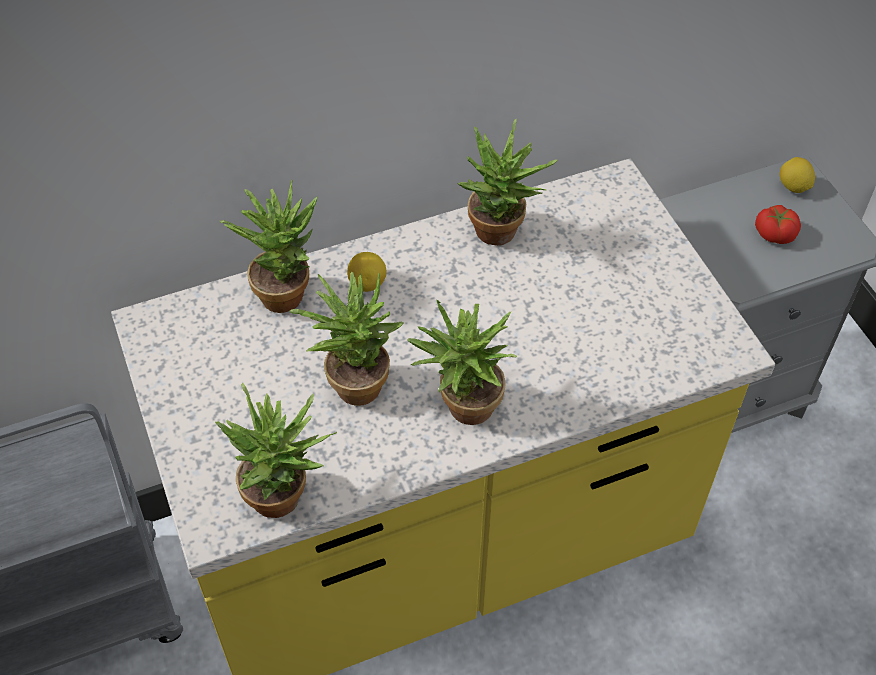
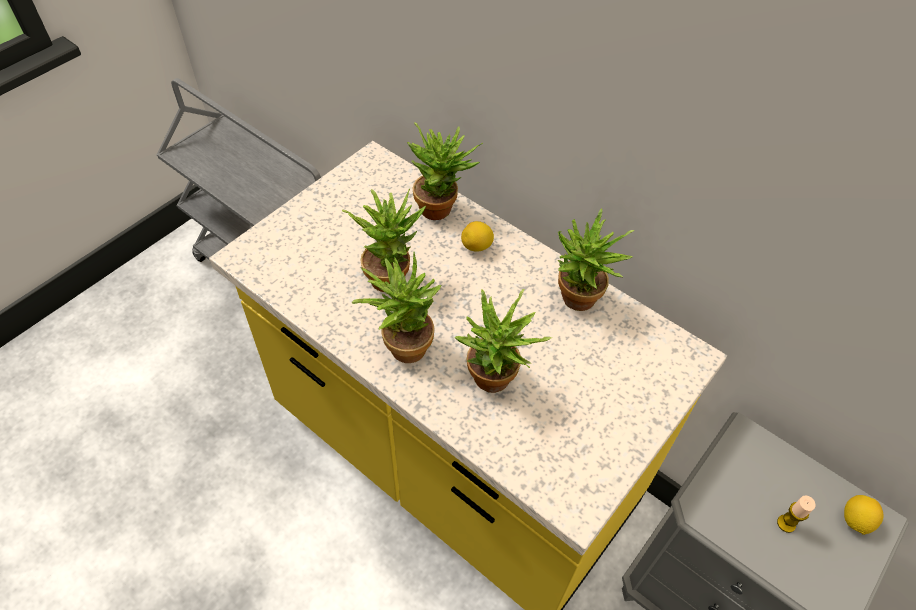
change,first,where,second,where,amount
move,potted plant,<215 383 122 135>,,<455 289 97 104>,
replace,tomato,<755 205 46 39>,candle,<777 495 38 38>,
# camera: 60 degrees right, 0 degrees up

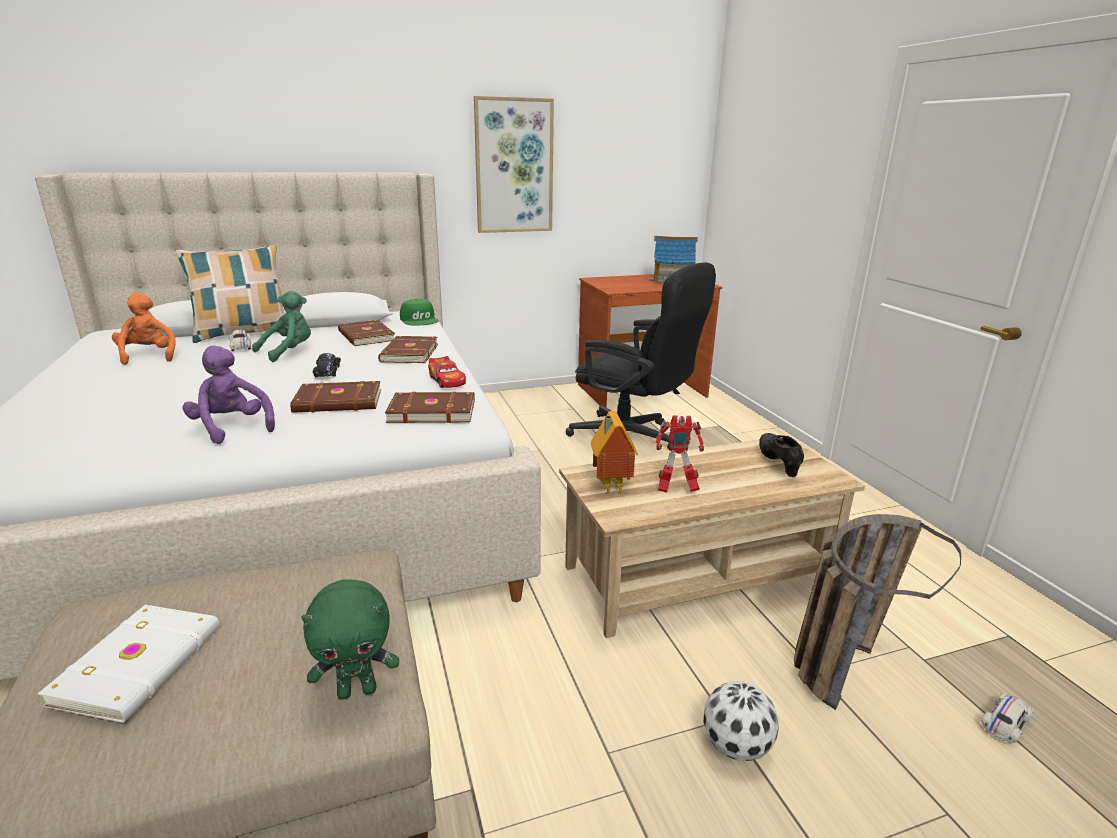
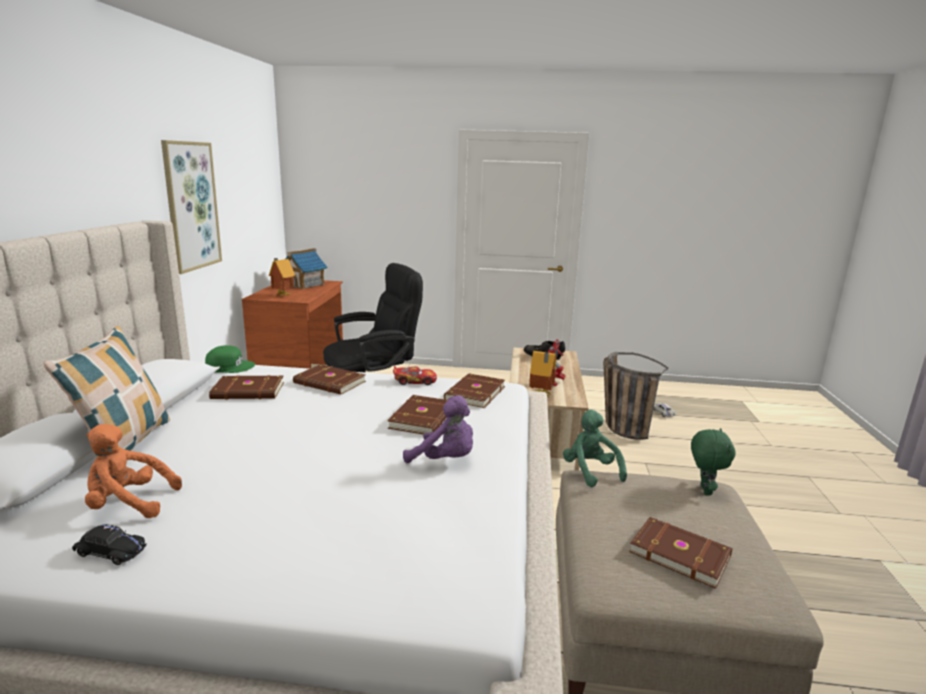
change,first,where,second,where,amount
delete,white toy car,<229 330 22 21>,,,
delete,football,<703 681 76 80>,,,
insert,,,toy house,<269 258 26 39>,
move,green plush toy,<252 291 59 71>,,<563 410 64 77>,
move,black toy car,<313 353 28 24>,,<72 524 75 41>,
recolor,white book,<38 605 181 118>,brown book,<629 517 104 72>,
rotate,purple plush toy,<183 346 92 98>,,<403 395 70 68>,135 degrees counterclockwise
# camera: 65 degrees left, 5 degrees down

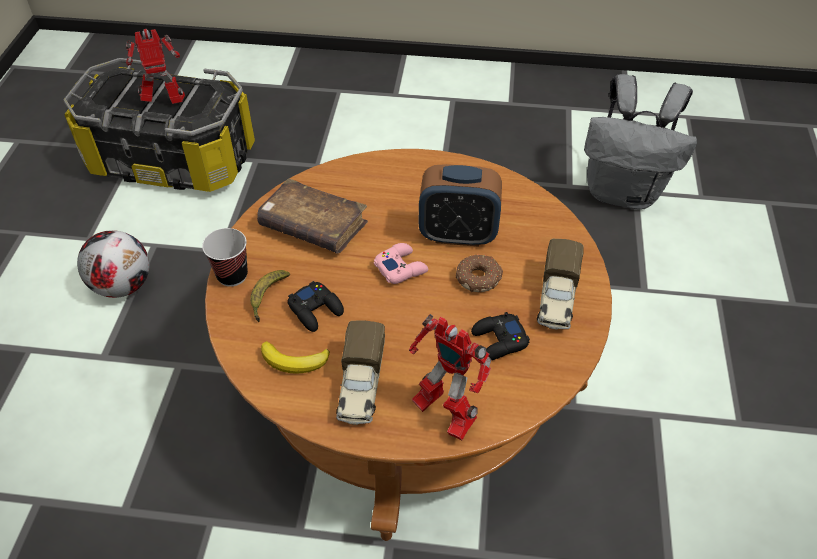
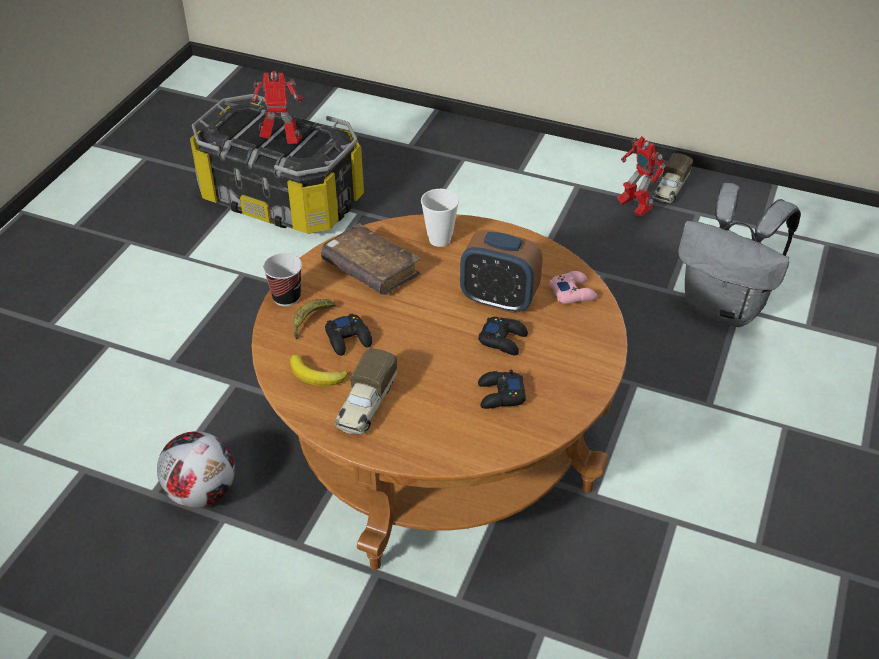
change,first,where,second,where,amount
insert,,,cup,<421 189 38 58>,
move,football,<77 230 73 68>,,<157 431 78 77>,
move,pink game controller,<374 243 54 41>,,<549 271 48 33>,
move,toy robot,<409 314 82 126>,,<617 136 48 81>,
move,toy truck,<537 239 46 91>,,<652 153 41 50>,
replace,donut,<456 254 47 38>,black game controller,<478 317 50 38>,
# camera: 15 degrees right, 5 degrees down

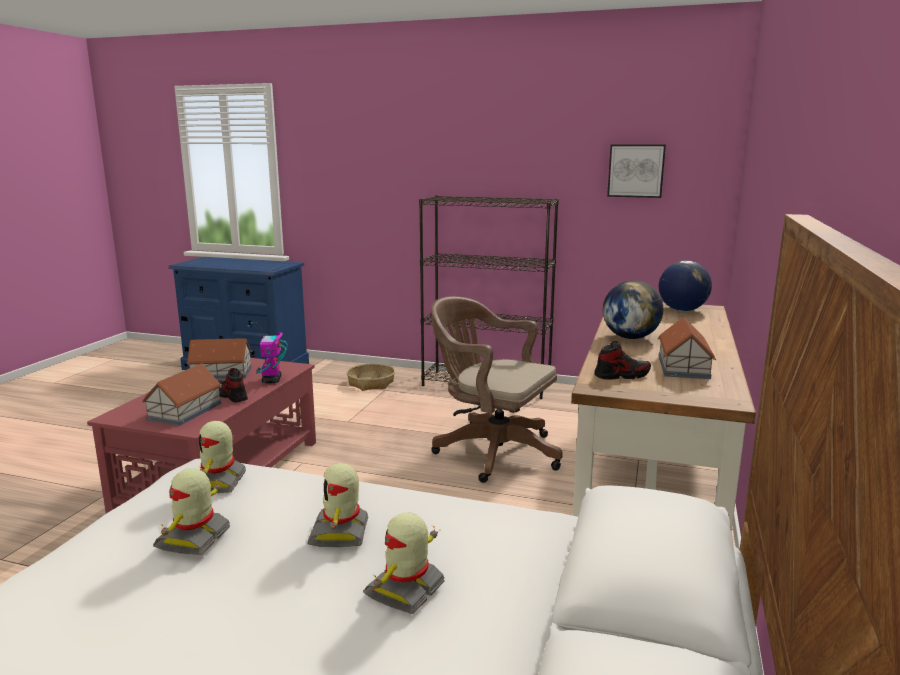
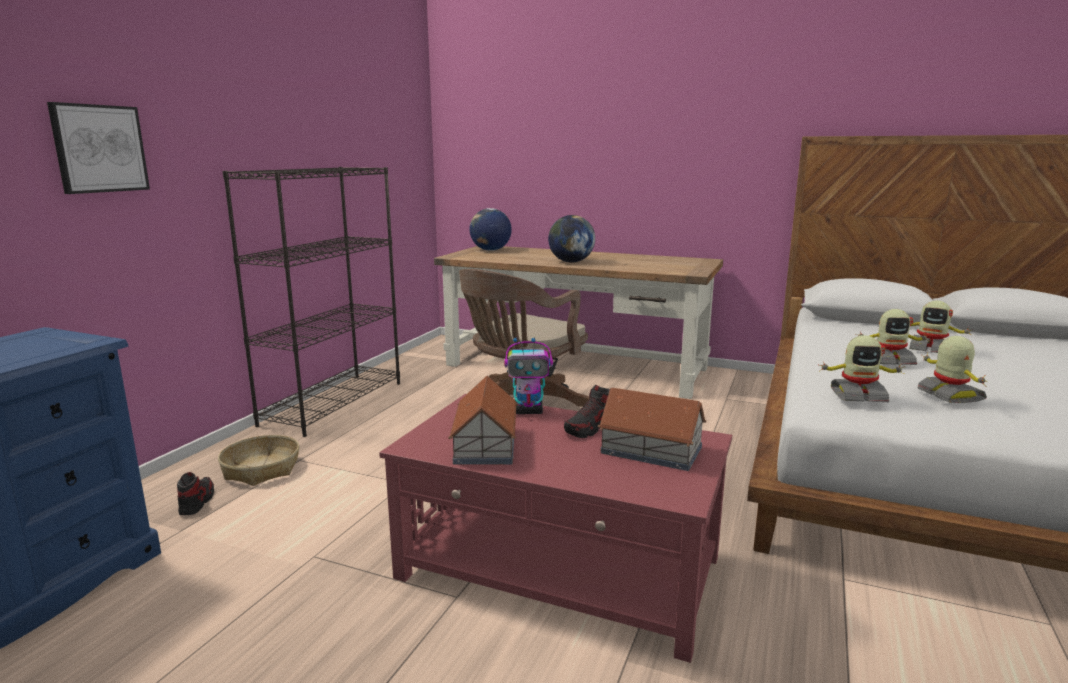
change,first,where,second,where,amount
delete,toy house,<658 317 58 62>,,,
move,shoe,<594 341 57 39>,,<177 472 37 43>,
move,picture,<607 144 59 54>,,<47 102 103 92>,
rotate,toy robot,<153 468 77 87>,,<917 336 71 67>,120 degrees counterclockwise
# camera: 85 degrees left, 0 degrees up

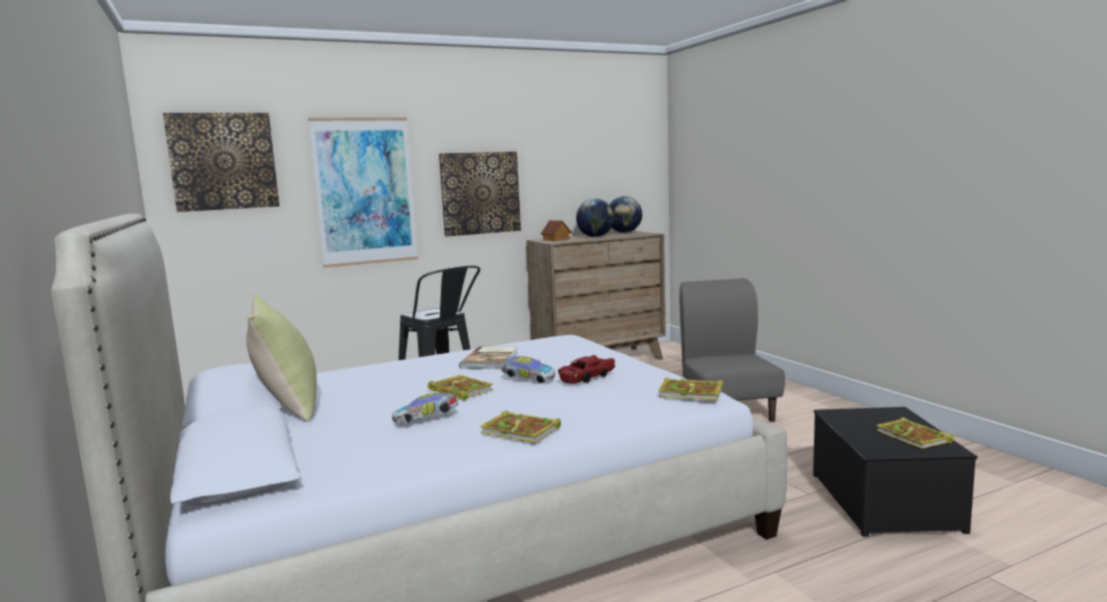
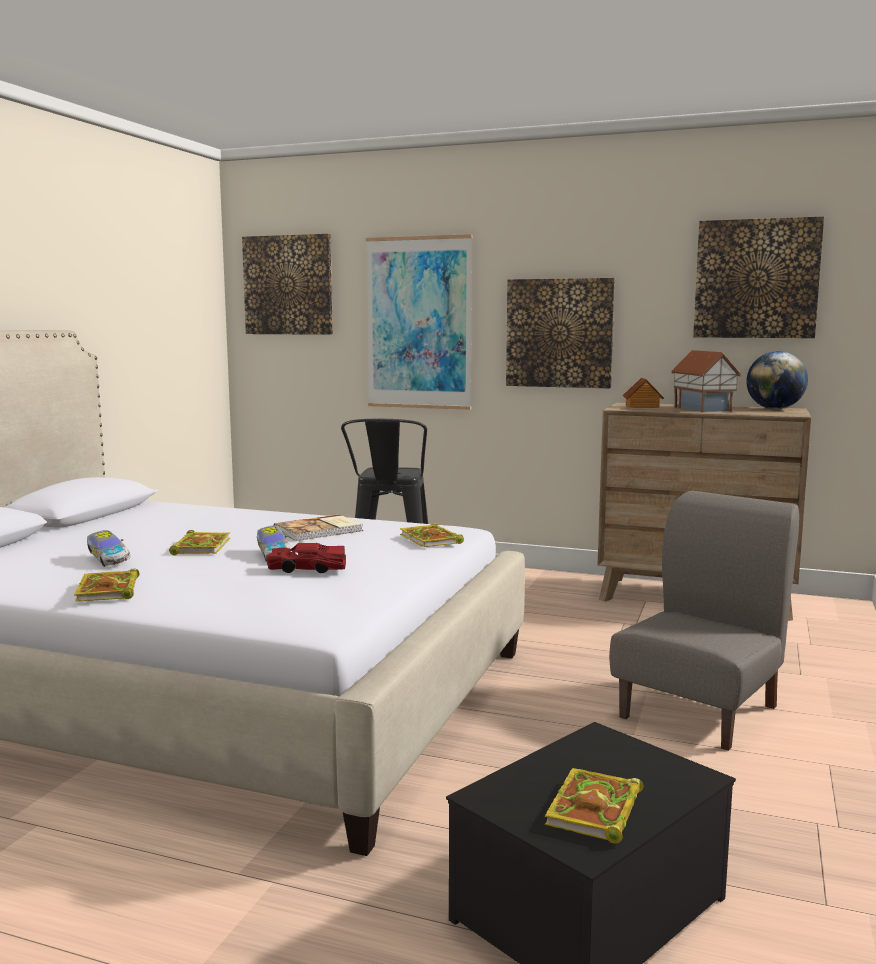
change,first,where,second,where,amount
delete,yellow pillow,<246 294 71 127>,,,
insert,,,picture,<693 216 131 122>,
move,book,<658 377 65 23>,,<400 523 64 24>,
replace,globe,<576 199 38 38>,toy house,<671 350 70 63>,
rotate,toy car,<392 393 67 30>,,<87 530 43 37>,150 degrees counterclockwise
# camera: 45 degrees right, 0 degrees up

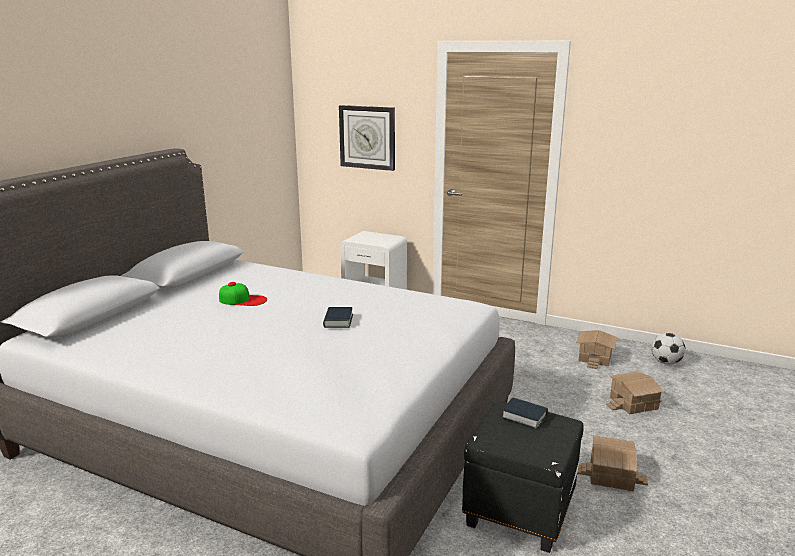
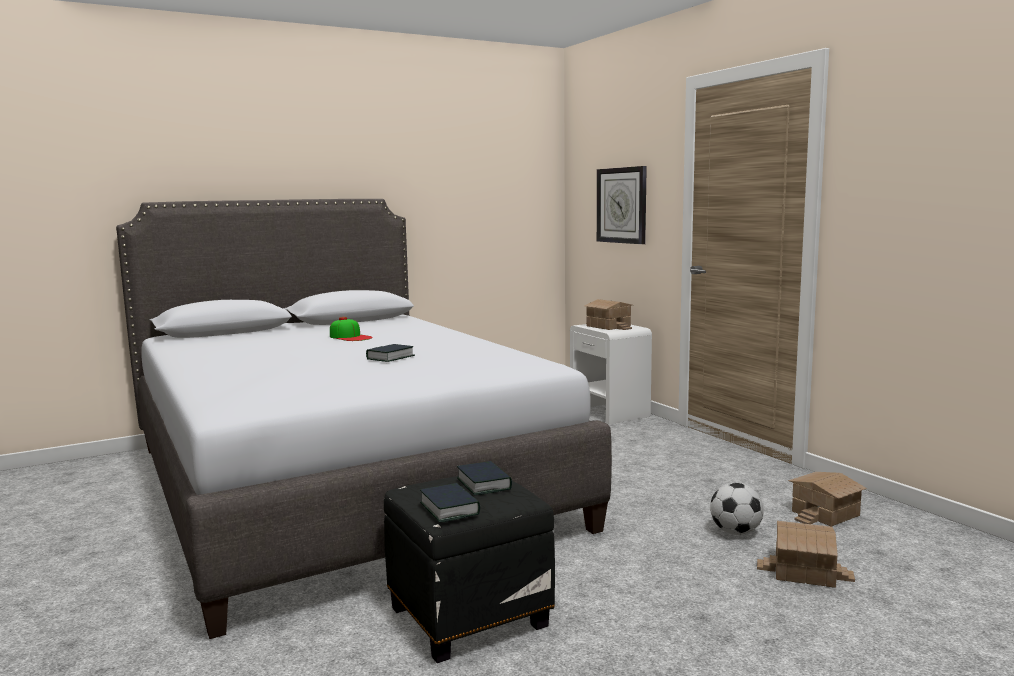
change,first,where,second,where,amount
insert,,,book,<420 483 60 39>,
move,toy house,<577 435 71 56>,,<584 299 48 31>,
move,football,<651 333 35 32>,,<710 483 54 52>,
# camera: 35 degrees right, 10 degrees down

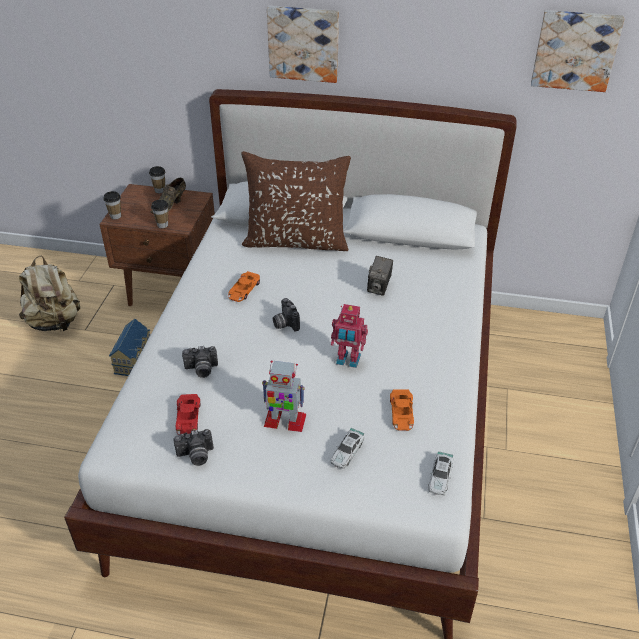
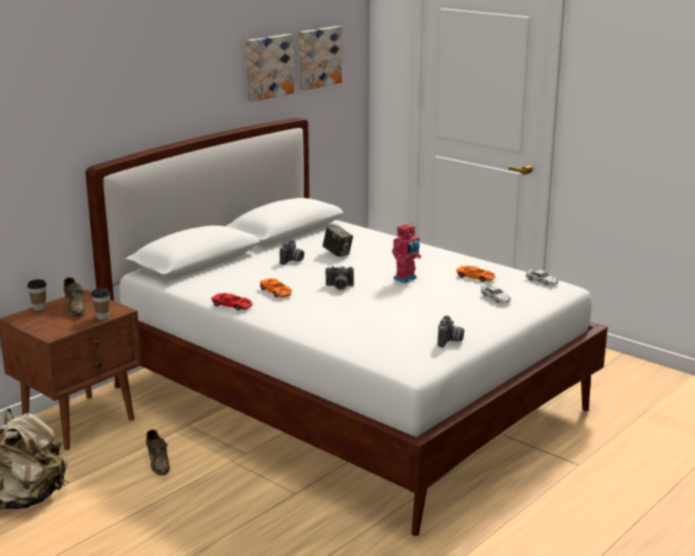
change,first,where,second,where,amount
delete,cup,<103 191 18 29>,,,
delete,brown pillow,<241 151 110 100>,,,
delete,toy robot,<262 360 45 72>,,,
move,red toy car,<176 394 24 41>,,<211 293 42 17>,
move,photo camera,<182 346 36 32>,,<280 240 24 25>,
move,picture,<267 6 72 77>,,<246 34 48 67>,
replace,toy house,<109 319 41 57>,brown shoe,<146 430 24 46>,
# camera: 60 degrees left, 20 degrees down

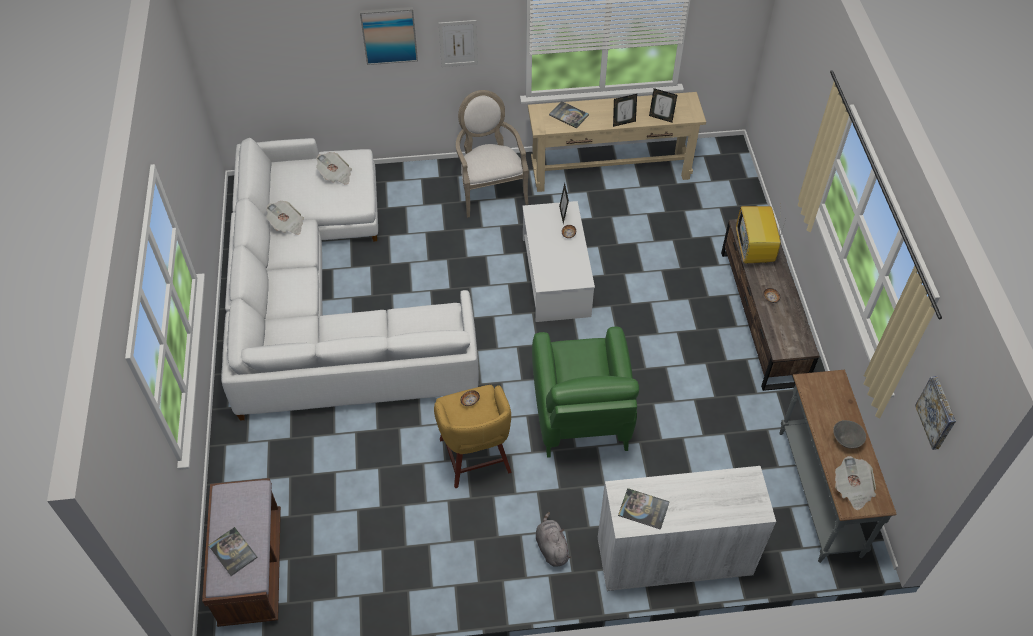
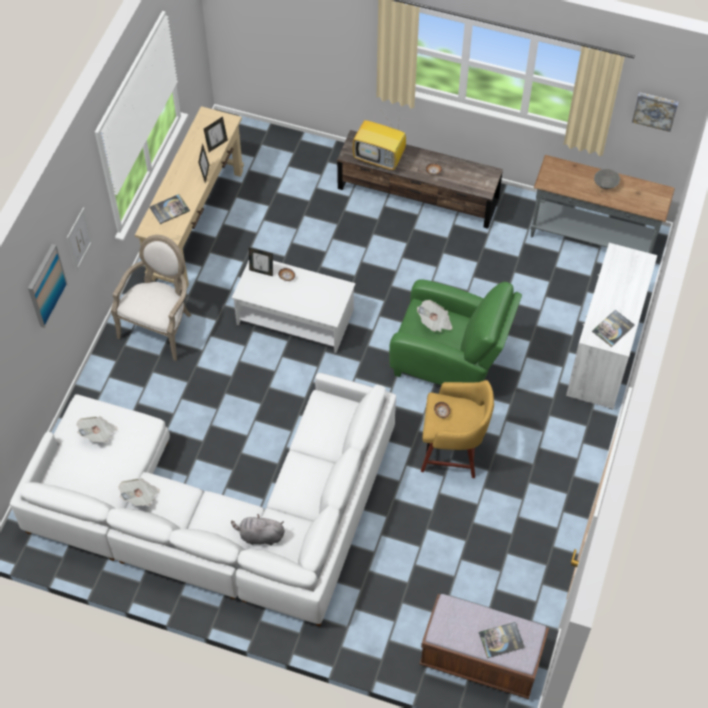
change,first,where,second,where,amount
move,grey plush toy,<536 512 35 55>,,<231 514 54 32>,
move,newspaper,<835 456 41 54>,,<417 300 35 32>,
rotate,armchair,<456 90 73 128>,,<111 235 81 126>,105 degrees clockwise
# camera: 65 degrees left, 5 degrees up

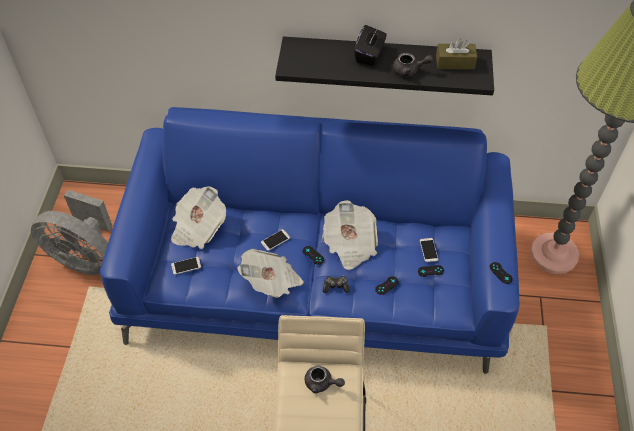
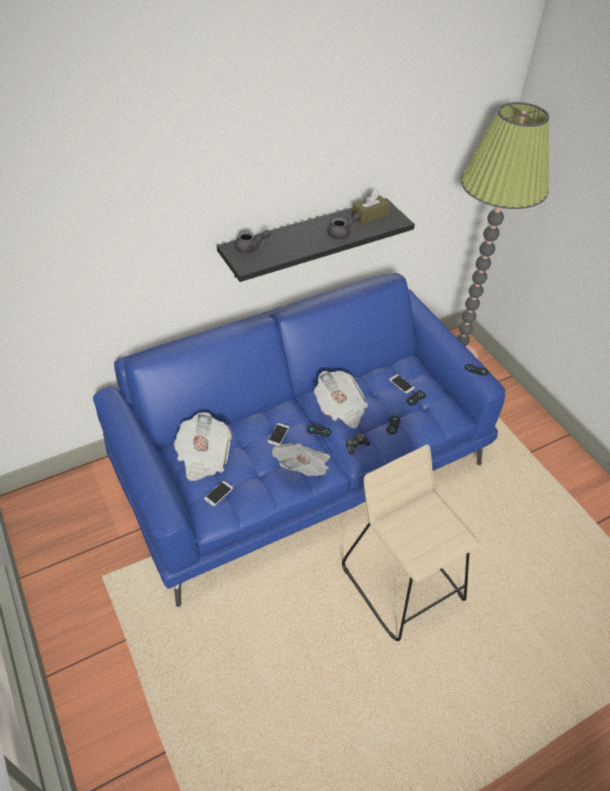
change,first,where,second,where,amount
delete,grey fan,<31 190 82 85>,,,
delete,black tissue box,<354 25 33 41>,,,
move,grey teapot,<305 366 40 27>,,<235 230 36 23>,
# camera: 35 degrees left, 5 degrees down

